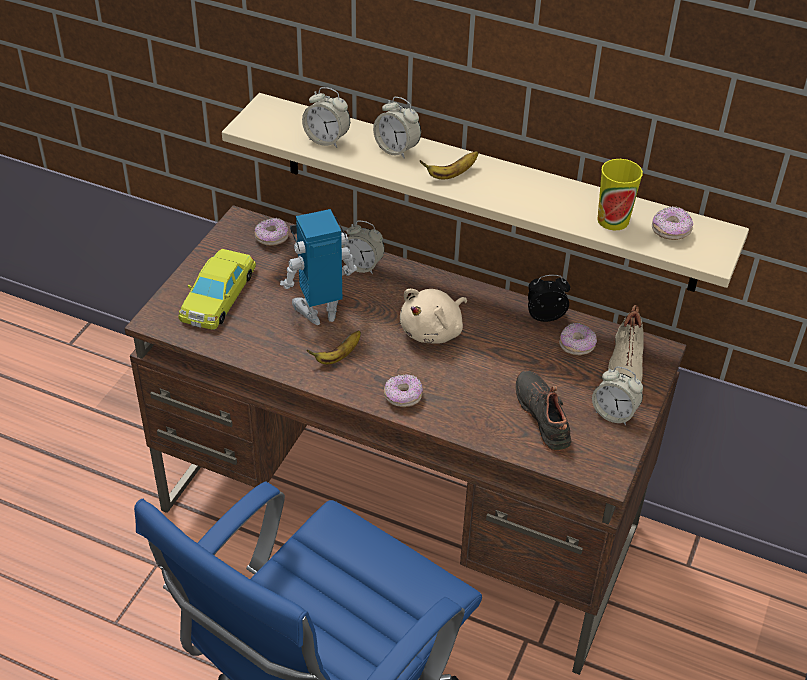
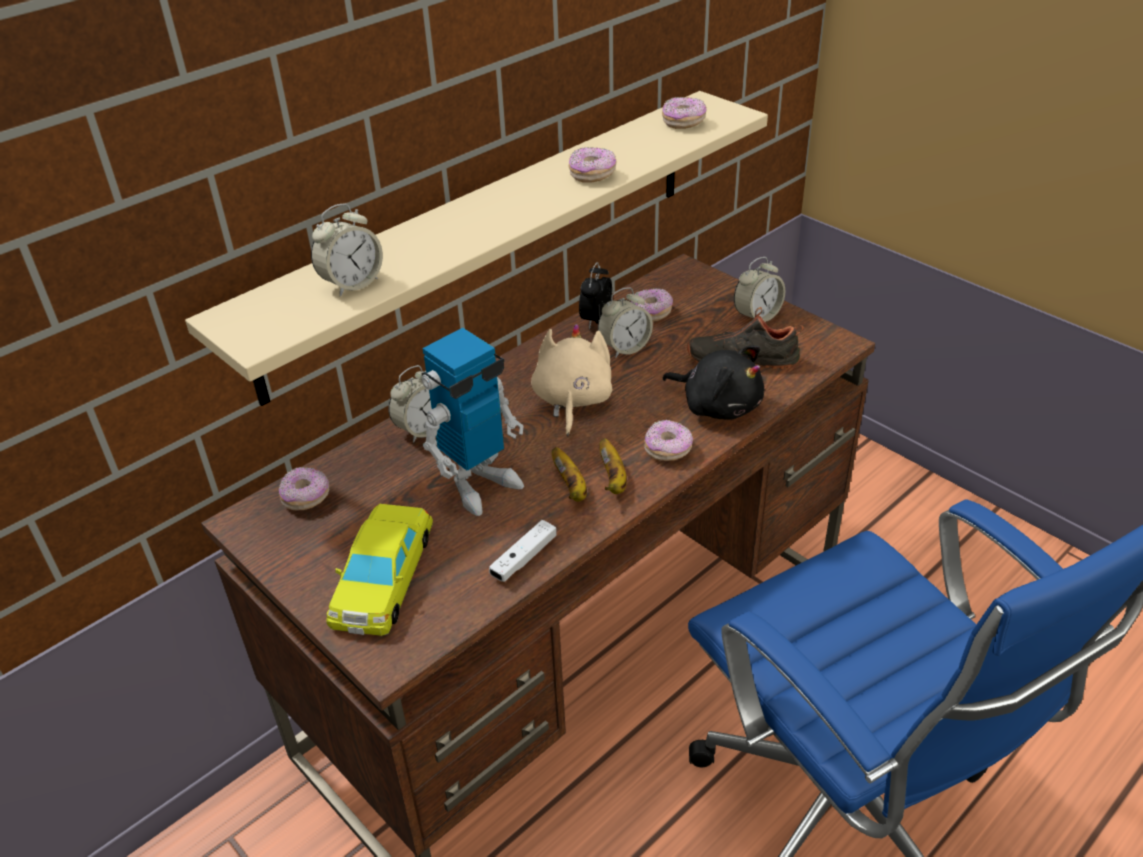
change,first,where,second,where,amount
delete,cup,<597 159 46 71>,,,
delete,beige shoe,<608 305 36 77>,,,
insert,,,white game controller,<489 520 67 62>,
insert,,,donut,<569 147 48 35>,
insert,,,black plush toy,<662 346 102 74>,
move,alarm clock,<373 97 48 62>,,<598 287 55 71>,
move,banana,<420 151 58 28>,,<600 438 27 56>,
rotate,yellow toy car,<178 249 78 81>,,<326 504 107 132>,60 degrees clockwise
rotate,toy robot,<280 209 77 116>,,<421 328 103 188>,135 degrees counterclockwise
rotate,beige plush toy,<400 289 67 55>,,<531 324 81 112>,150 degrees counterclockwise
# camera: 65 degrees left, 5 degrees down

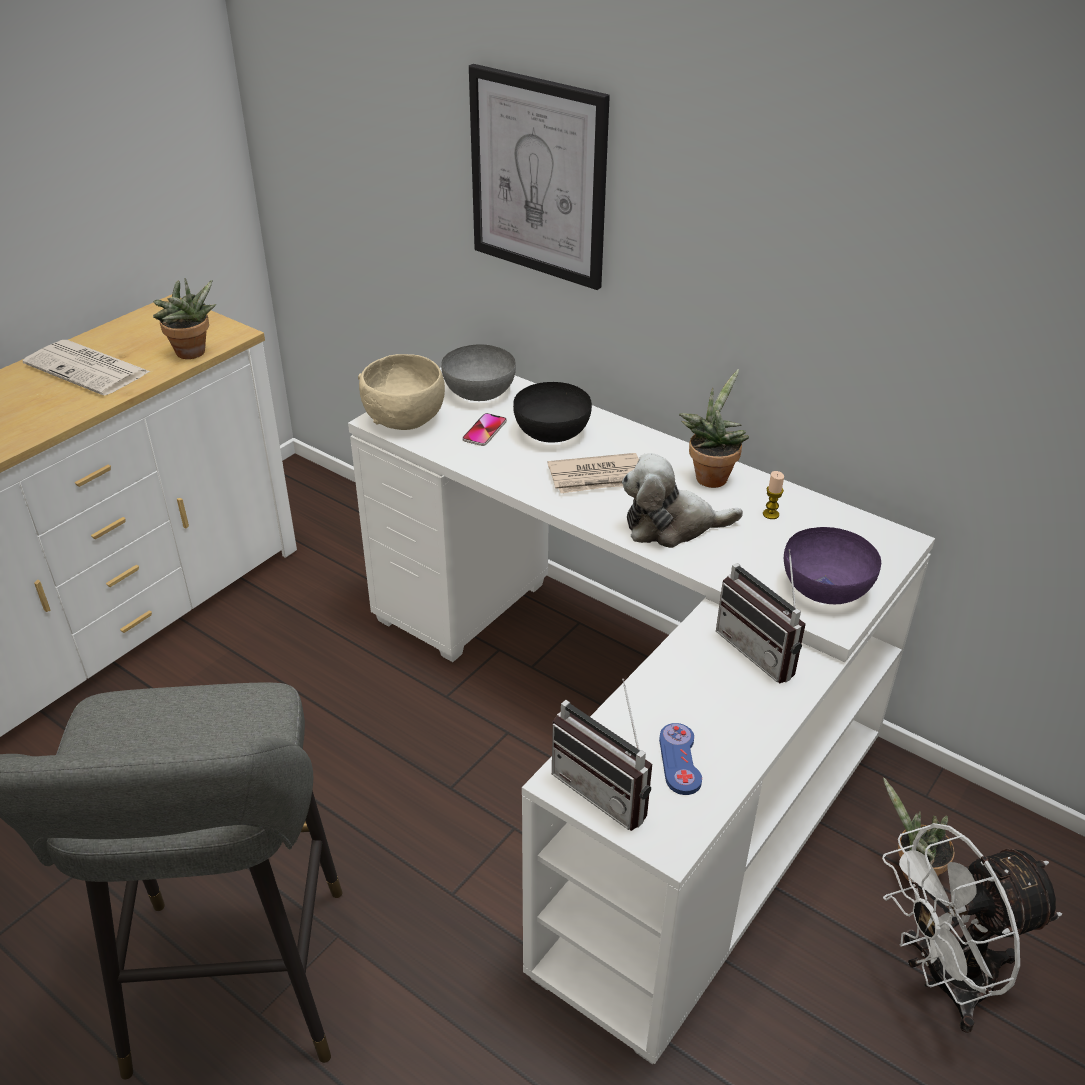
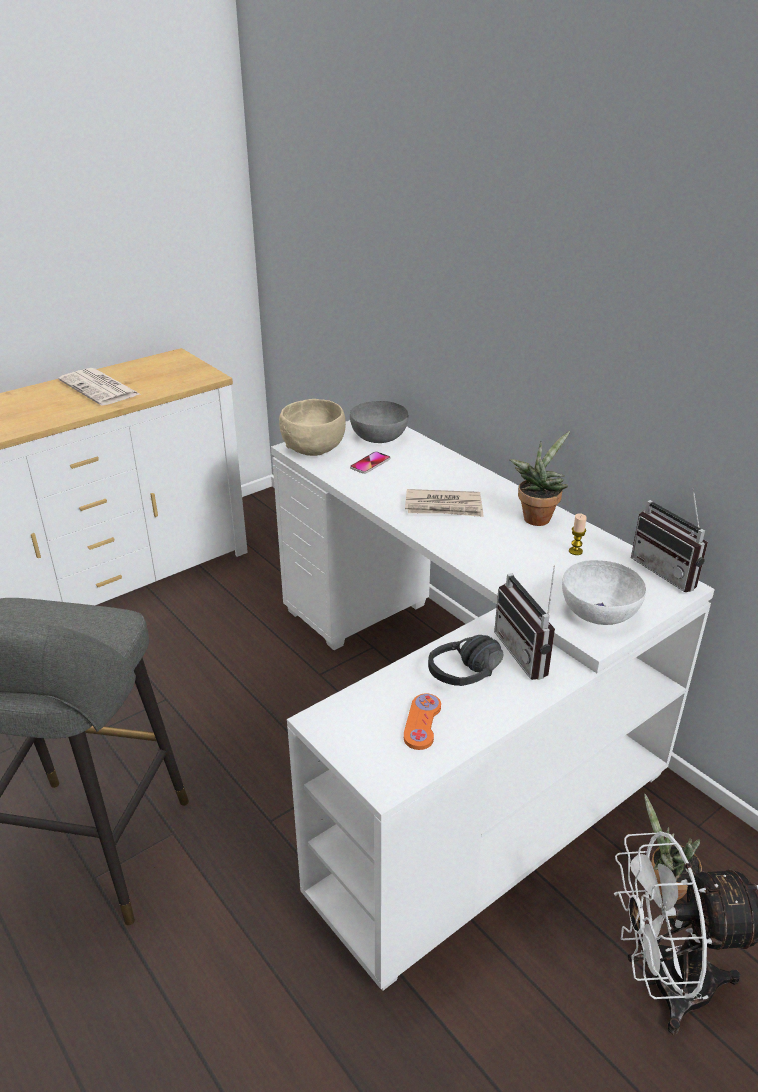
change,first,where,second,where,amount
delete,potted plant,<153 278 63 81>,,,
delete,picture,<469 64 141 226>,,,
delete,black bowl,<513 382 79 60>,,,
delete,plush toy,<622 453 121 95>,,,
insert,,,black headphones,<428 635 76 51>,
move,radio,<552 678 100 153>,,<631 488 77 104>,
recolor,blue game controller,<659 723 43 72>,orange game controller,<404 694 37 56>,
recolor,purple bowl,<784 527 97 77>,white bowl,<562 560 84 65>,
# camera: 15 degrees right, 5 degrees down

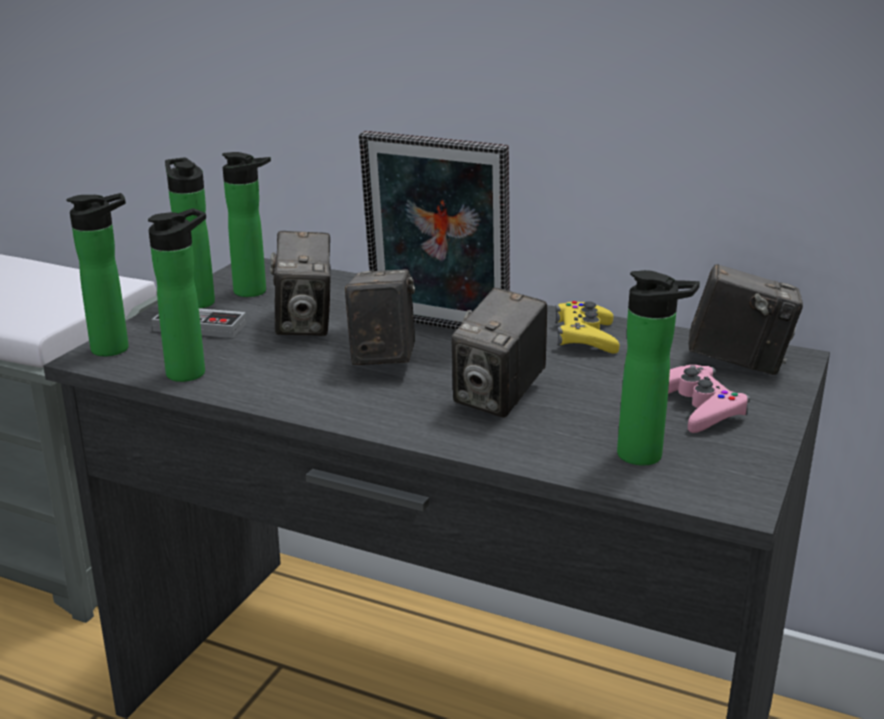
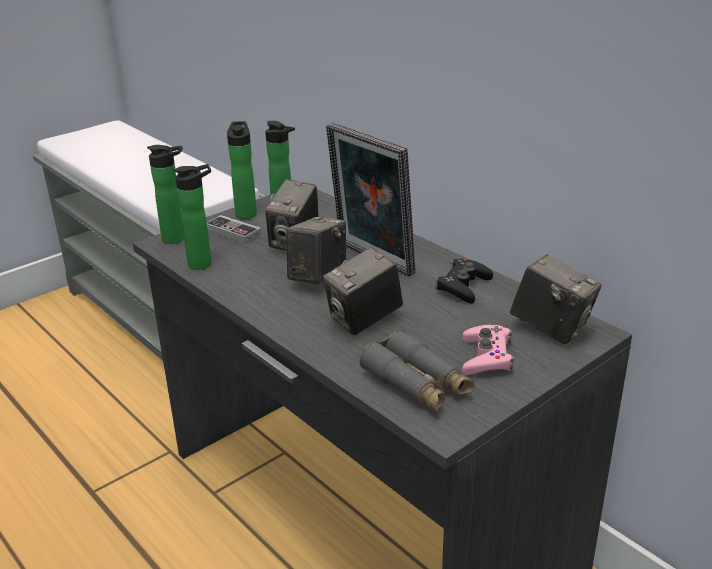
change,first,where,second,where,amount
replace,bottle,<617 270 83 196>,grey binoculars,<359 330 115 82>,
recolor,yellow game controller,<555 301 64 53>,black game controller,<435 259 58 44>,
# camera: 25 degrees right, 5 degrees up

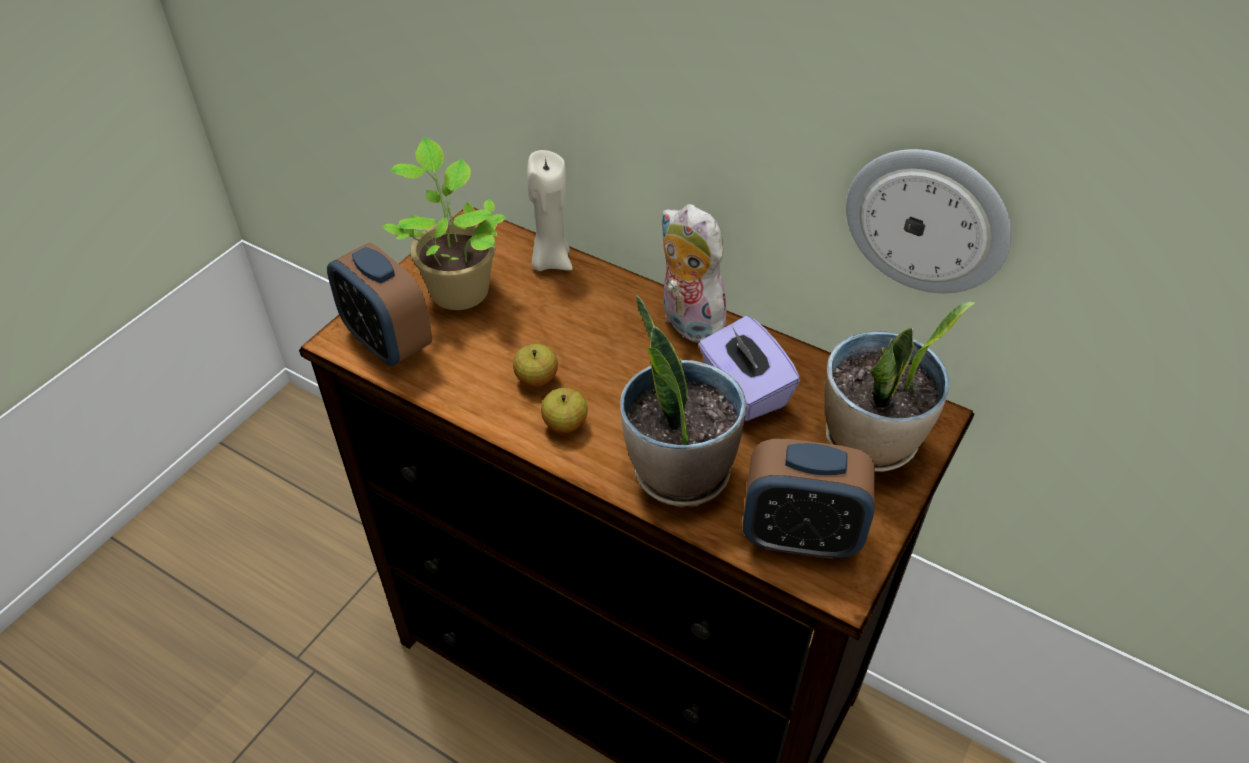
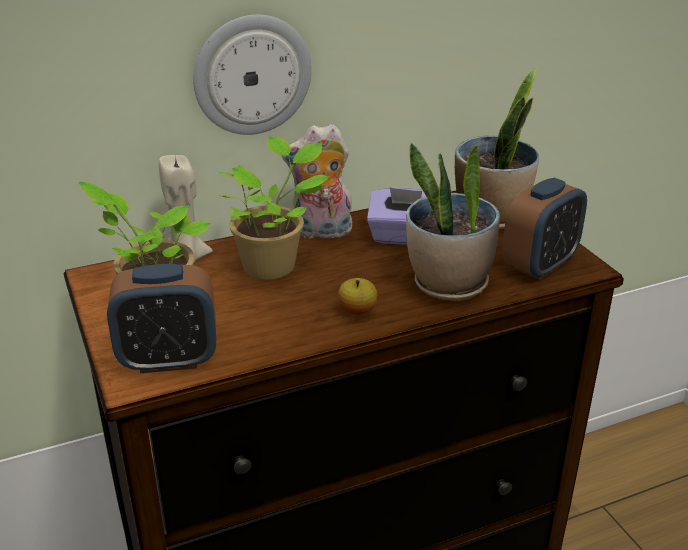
change,first,where,second,where,amount
delete,apple,<513 344 45 43>,,,
insert,,,potted plant,<219 136 110 144>,
move,wall clock,<846 149 166 144>,,<193 15 119 120>,
# camera: 55 degrees left, 15 degrees down

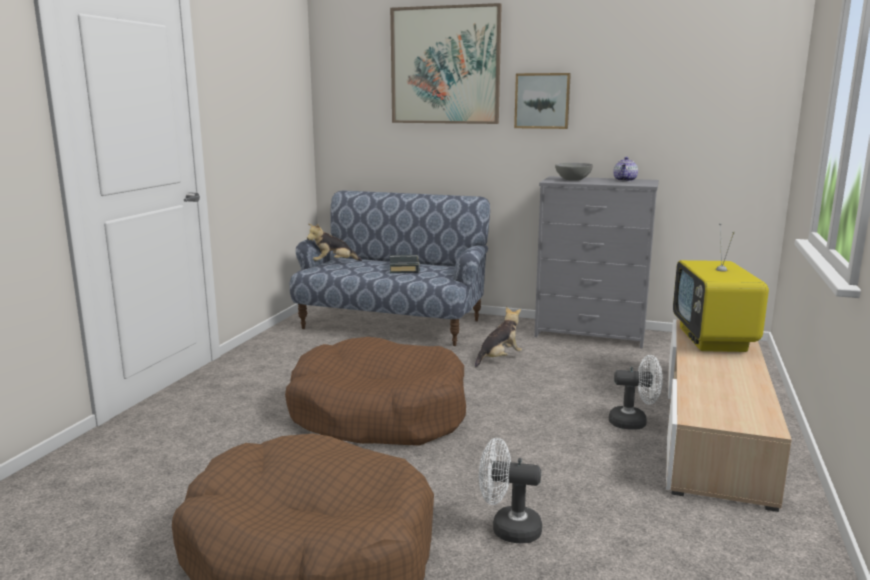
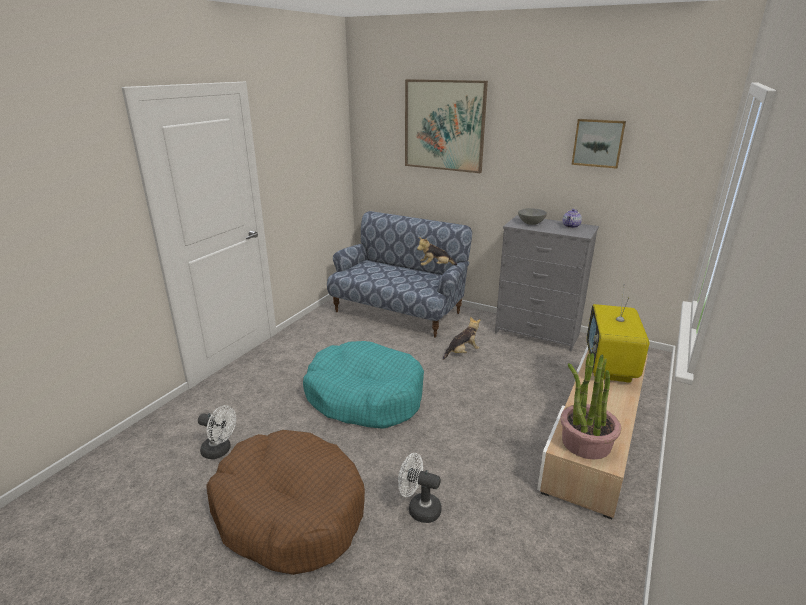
change,first,where,second,where,amount
delete,black book,<390 255 30 18>,,,
insert,,,potted plant,<561 353 60 107>,
move,plush toy,<307 224 55 37>,,<417 237 40 29>,
move,picture,<514 73 57 56>,,<572 119 54 50>,
move,white fan,<609 355 54 75>,,<198 405 38 54>,
recolor,brown dog bed,<285 337 181 109>,turquoise dog bed,<303 341 121 88>,
# camera: 10 degrees right, 10 degrees up

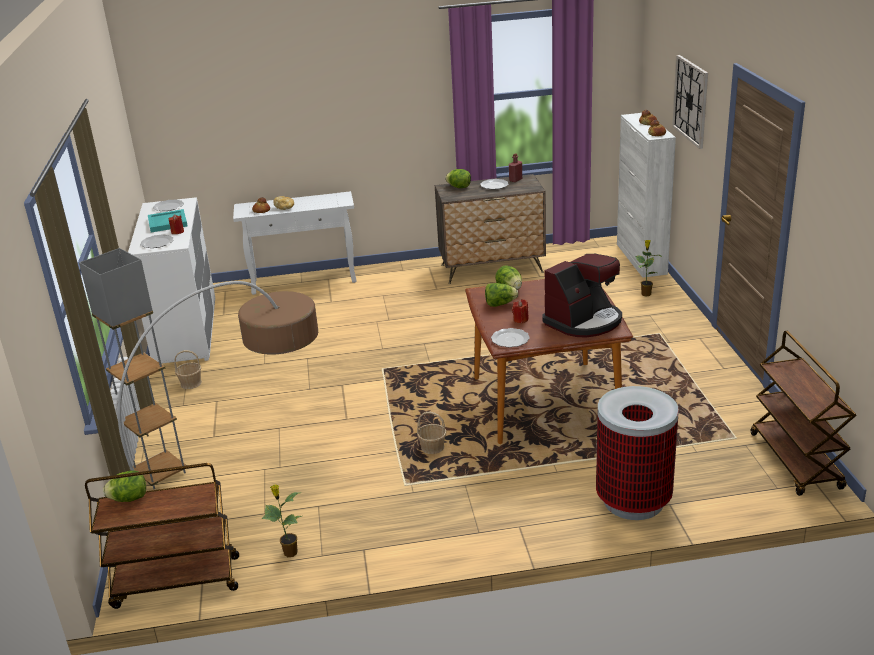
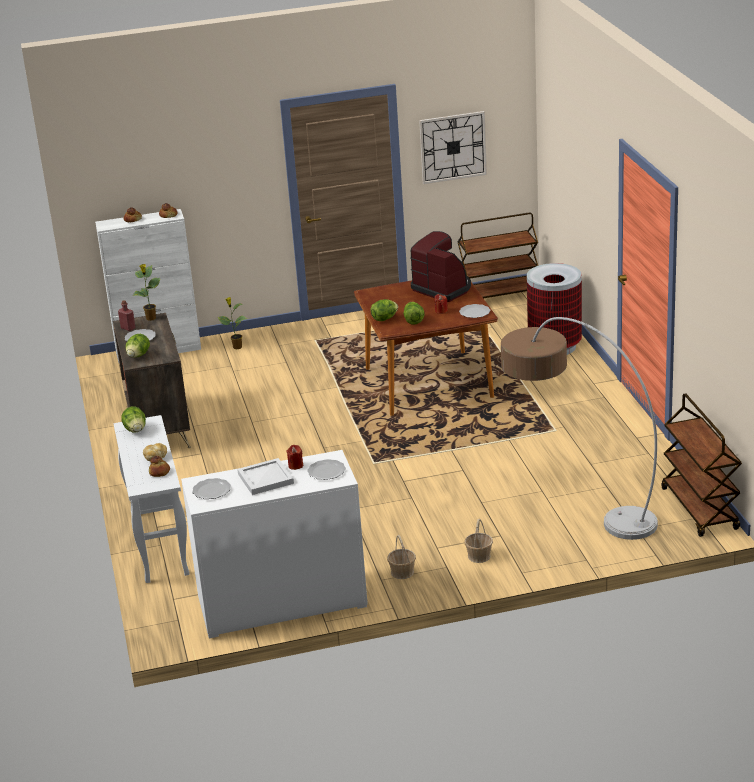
change,first,where,second,where,amount
delete,grey floor lamp,<79 248 108 241>,,,
move,lettuce,<103 471 43 31>,,<121 406 25 26>,
move,potted plant,<261 485 41 72>,,<132 264 28 57>,
move,basket,<417 412 30 42>,,<464 519 29 44>,
move,wall clock,<672 55 36 94>,,<419 111 68 73>,
recolor,turquoise tray,<148 209 40 23>,white tray,<237 458 57 37>,
# camera: 95 degrees left, 0 degrees up

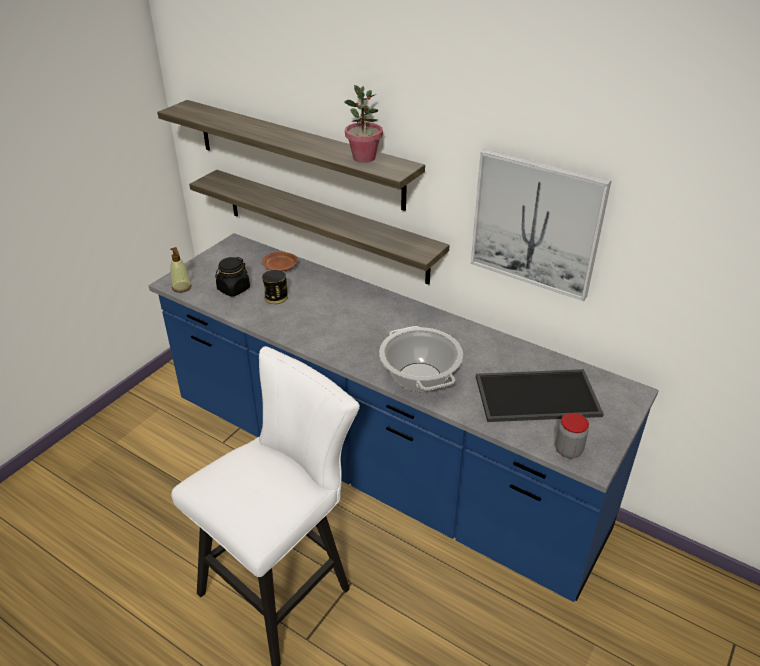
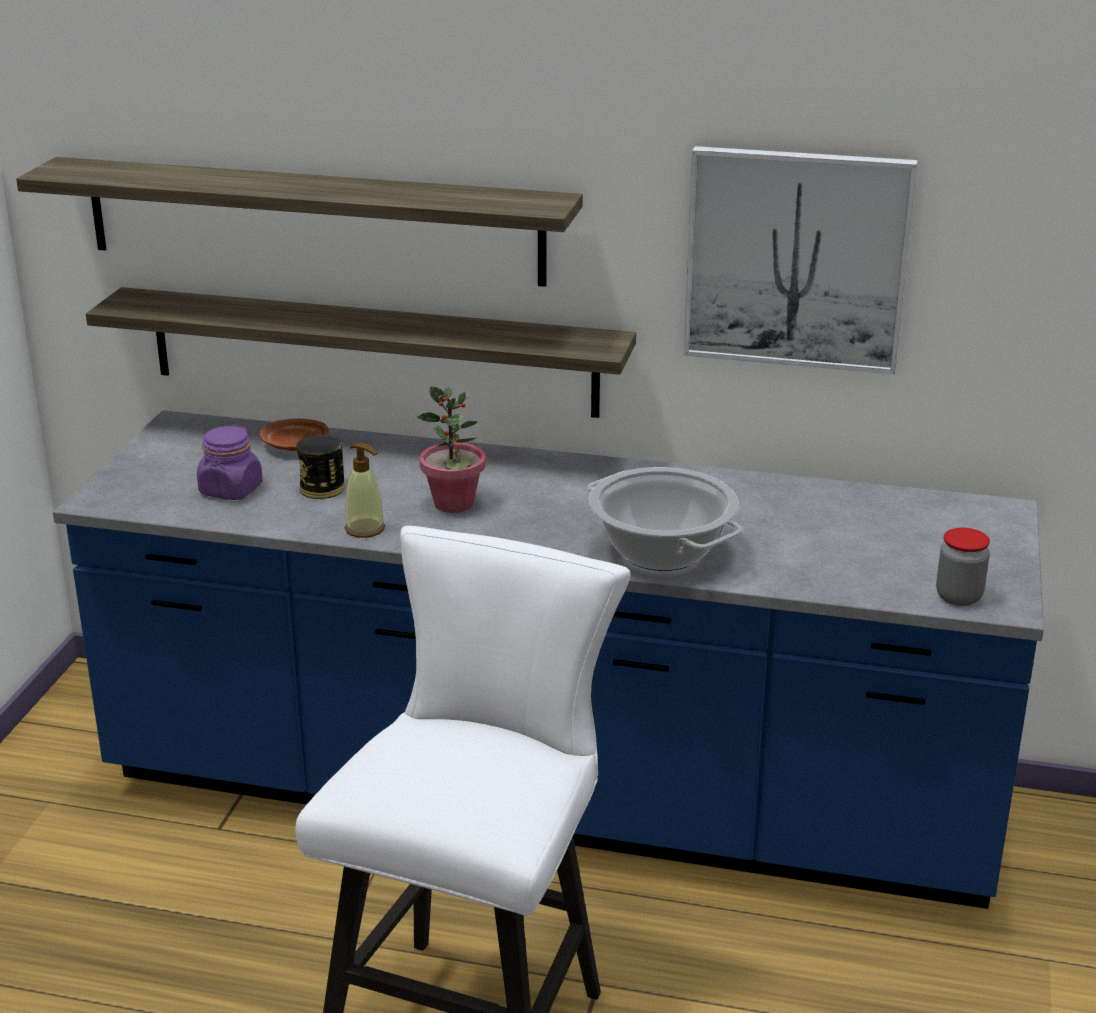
change,first,where,second,where,amount
delete,tray,<476 369 128 53>,,,
move,soap dispenser,<170 247 22 46>,,<345 442 40 96>,
move,potted plant,<344 85 39 78>,,<417 386 69 127>,
recolor,black jar,<215 257 35 40>,purple jar,<197 425 66 75>,
# camera: 20 degrees left, 10 degrees down

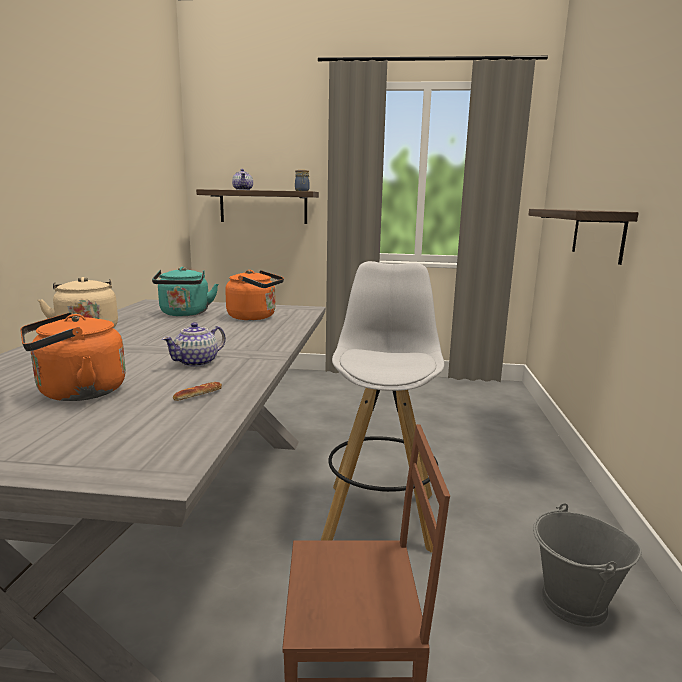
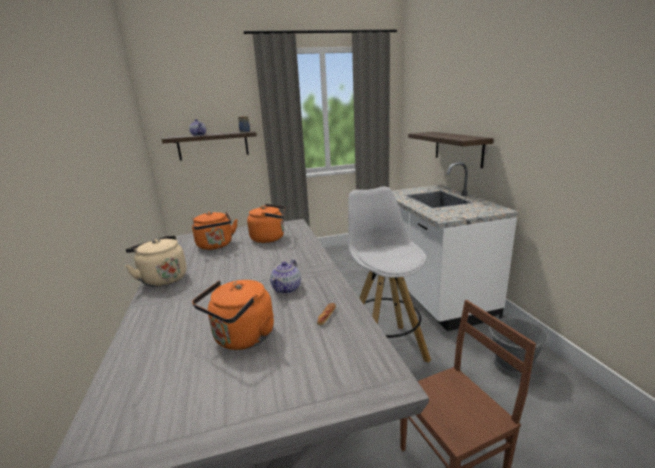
change,first,where,second,where,amount
insert,,,white counter,<392 162 127 169>,
recolor,turquoise kettle,<152 267 66 49>,orange kettle,<192 211 46 39>,
# camera: 20 degrees left, 5 degrees up

